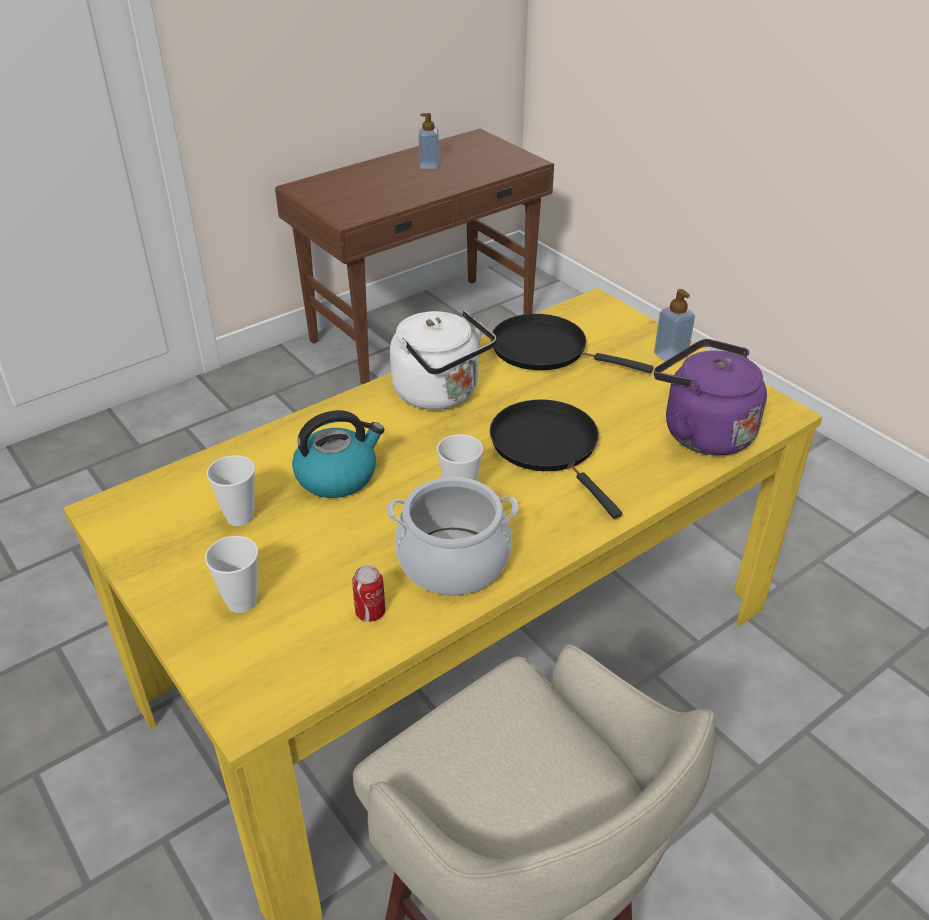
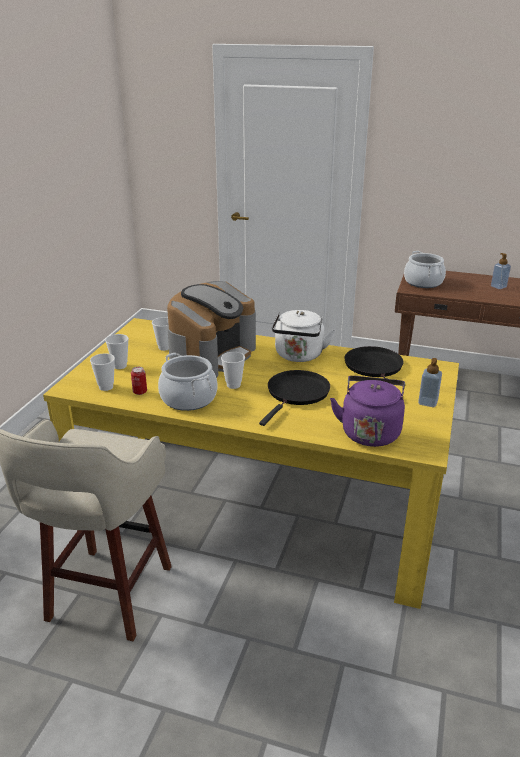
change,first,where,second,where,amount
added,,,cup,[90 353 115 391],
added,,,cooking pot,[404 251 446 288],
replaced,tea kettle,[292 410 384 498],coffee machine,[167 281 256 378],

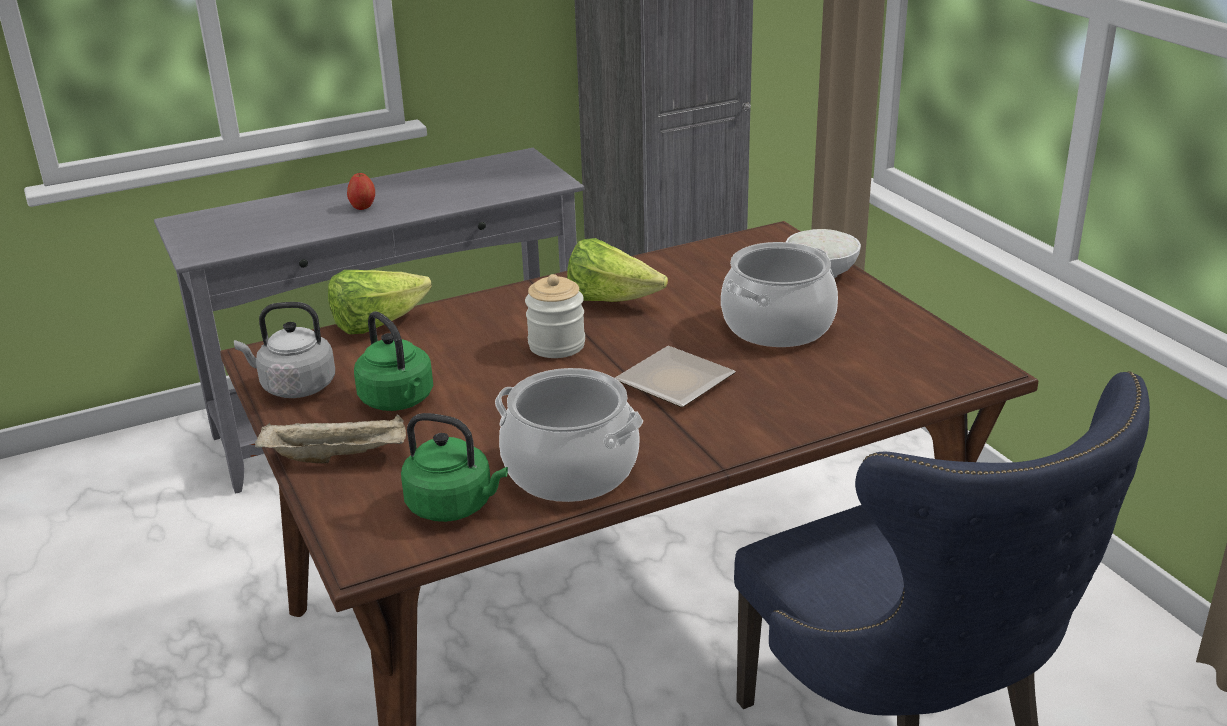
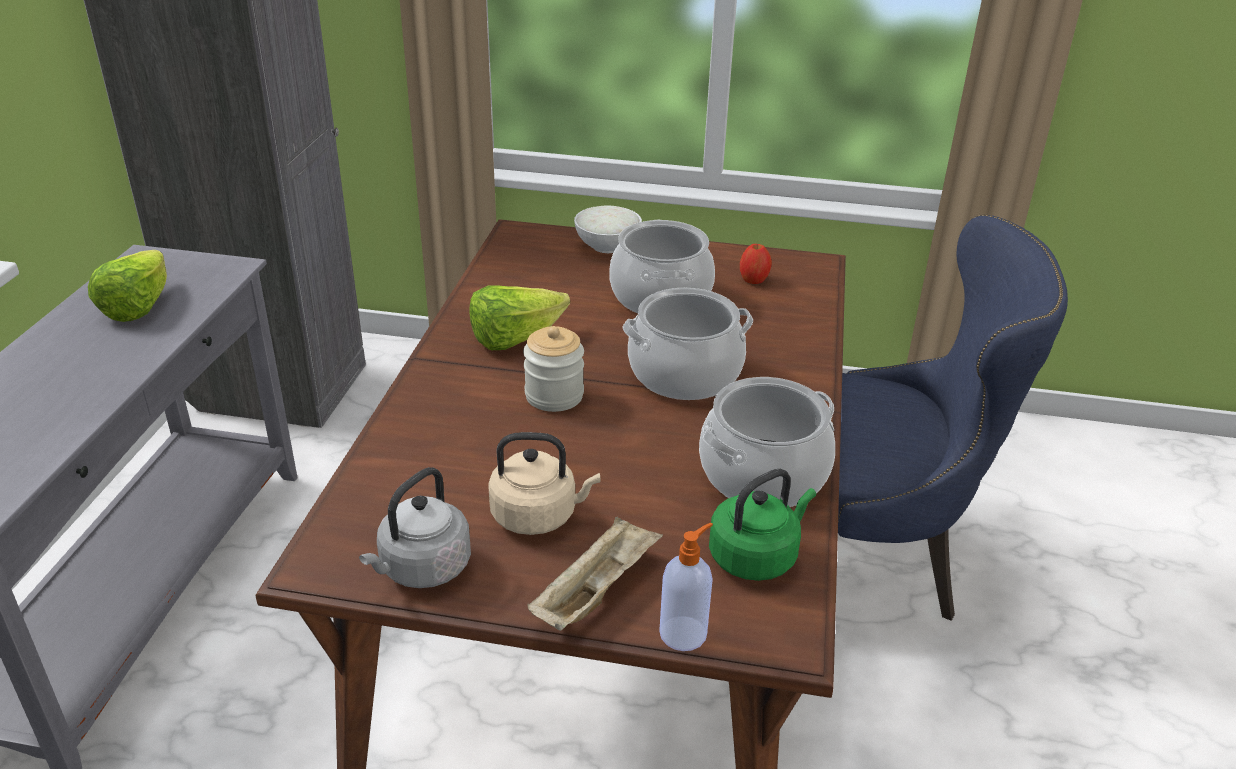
change,first,where,second,where,amount
added,,,soap bottle,[659 523 713 651],
moved,head of lettuce,[328 270 432 334],,[88 250 167 322],
moved,whole apple,[347 173 375 210],,[740 244 772 284],
replaced,dinner plate,[615 346 736 407],cooking pot,[622 288 753 400],
recoloured,greenish tea kettle,[354 311 433 411],sand-coloured tea kettle,[488 432 600 535],

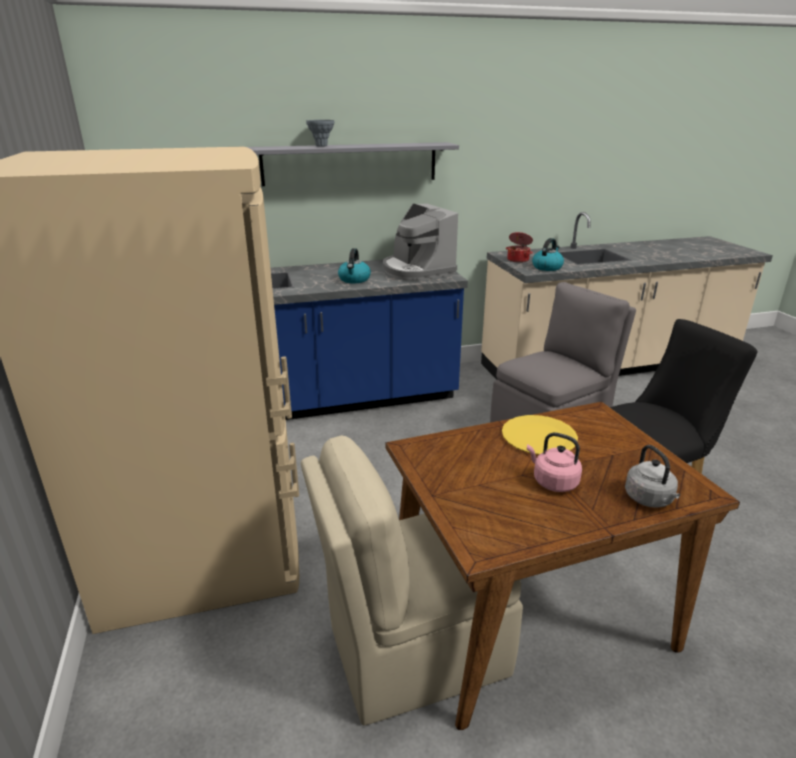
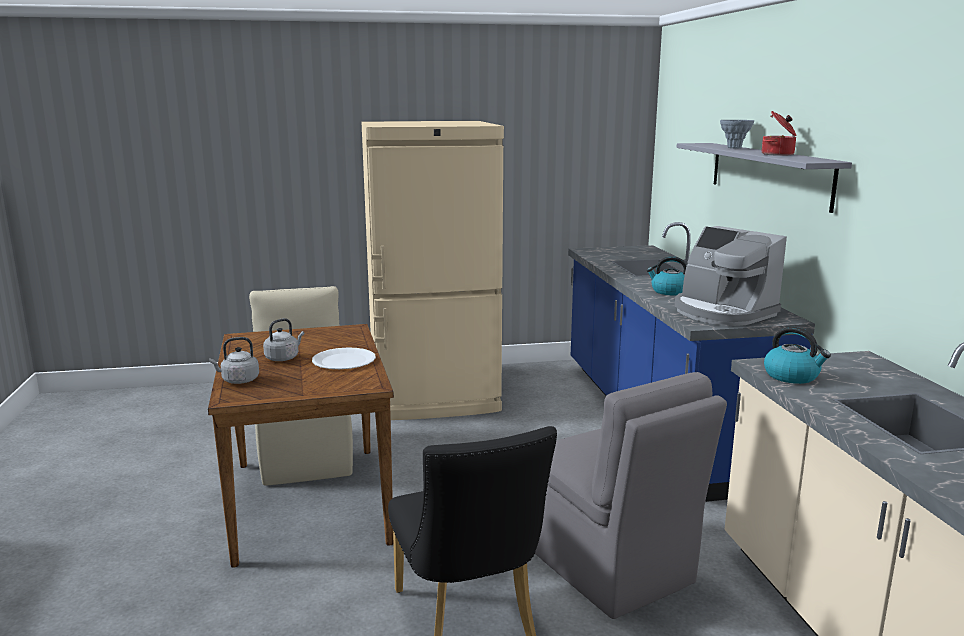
change,first,where,second,where,amount
moved,cooking pot,[506 232 533 263],,[762 111 796 156],
recoloured,yellow dinner plate,[502 415 578 455],white-coloured dinner plate,[312 348 376 369],
recoloured,pink-coloured tea kettle,[527 432 582 492],greyish tea kettle,[263 318 304 361],
turned,coffee machine,[383 203 458 281],,[675 226 787 326],105 degrees counterclockwise

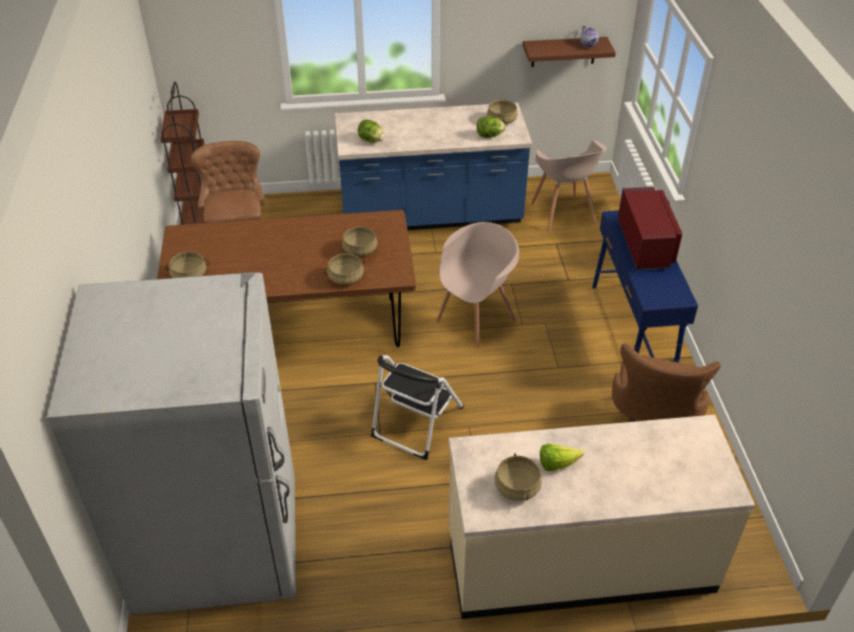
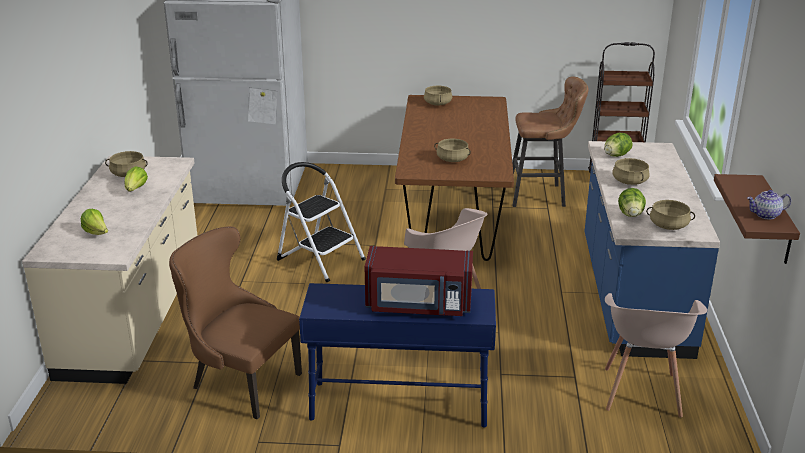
change,first,where,second,where,amount
added,,,head of lettuce,[81 209 108 235],
moved,sand-coloured cooking pot,[324 253 365 285],,[612 158 649 185],
turned,sand-coloured chair,[531 140 607 232],,[605 293 707 418],75 degrees counterclockwise

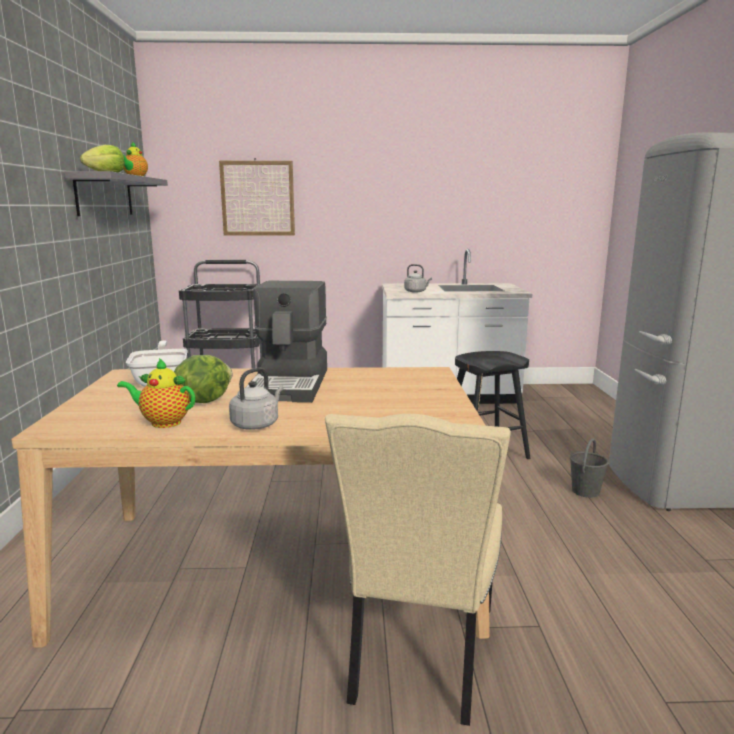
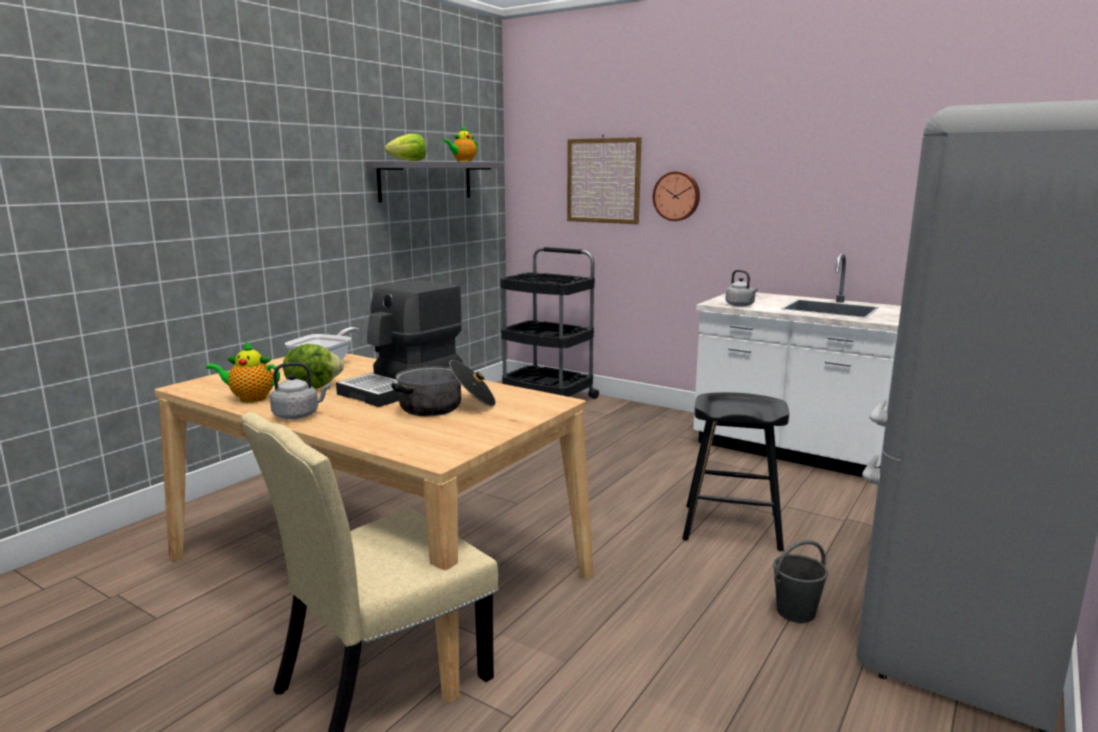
change,first,where,second,where,amount
added,,,cooking pot,[392 360 496 416],
added,,,wall clock,[653 171 700 221],
turned,pot for tea,[117 358 195 428],,[206 342 280 402],45 degrees counterclockwise

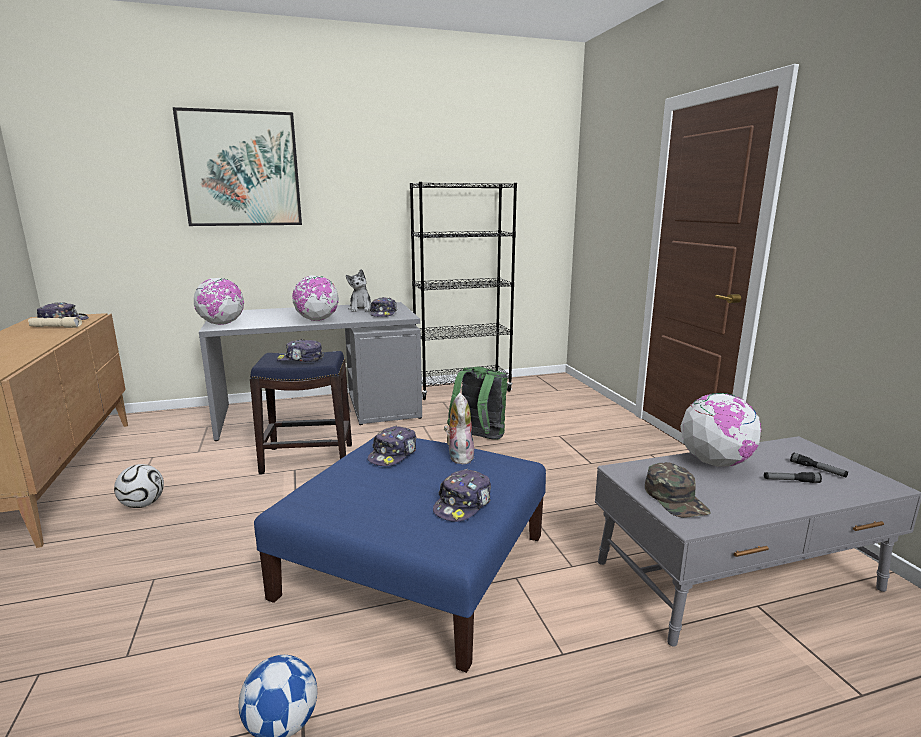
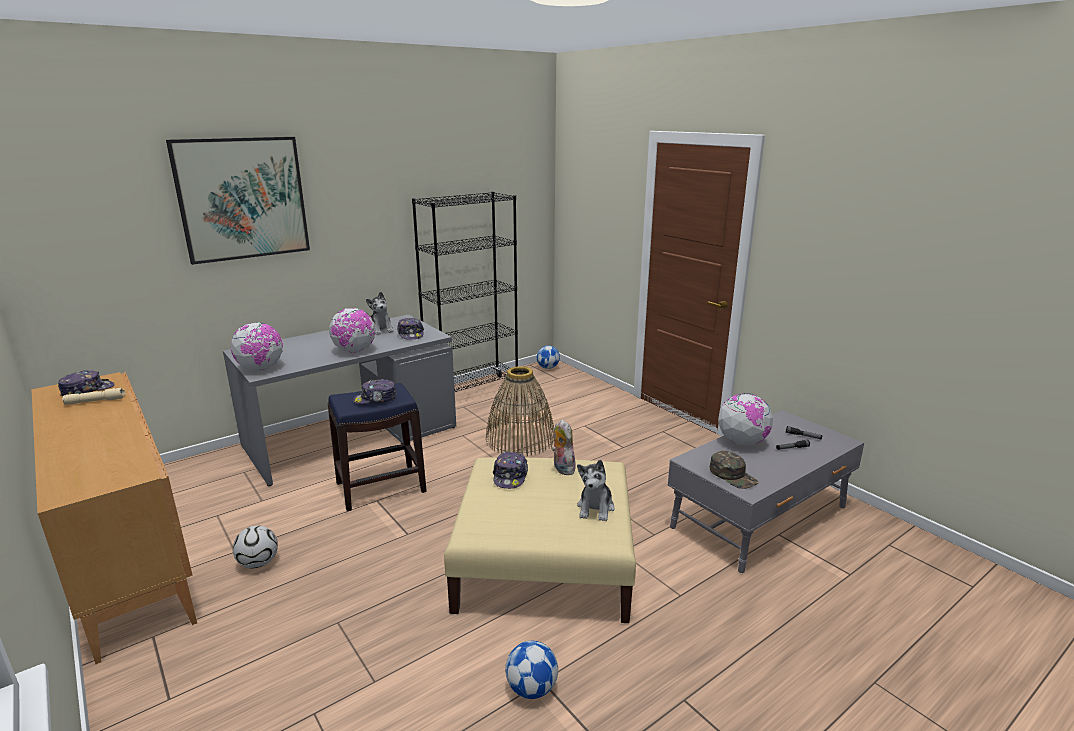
change,first,where,second,where,amount
added,,,football ball,[537 345 560 369],
replaced,cap,[433 469 491 522],cuddly toy,[577 460 615 521],
replaced,greenish rucksack,[447 367 508 439],household basket,[486 366 554 456],
recoloured,blue footrest,[254 438 546 673],sand-coloured footrest,[444 457 636 623],

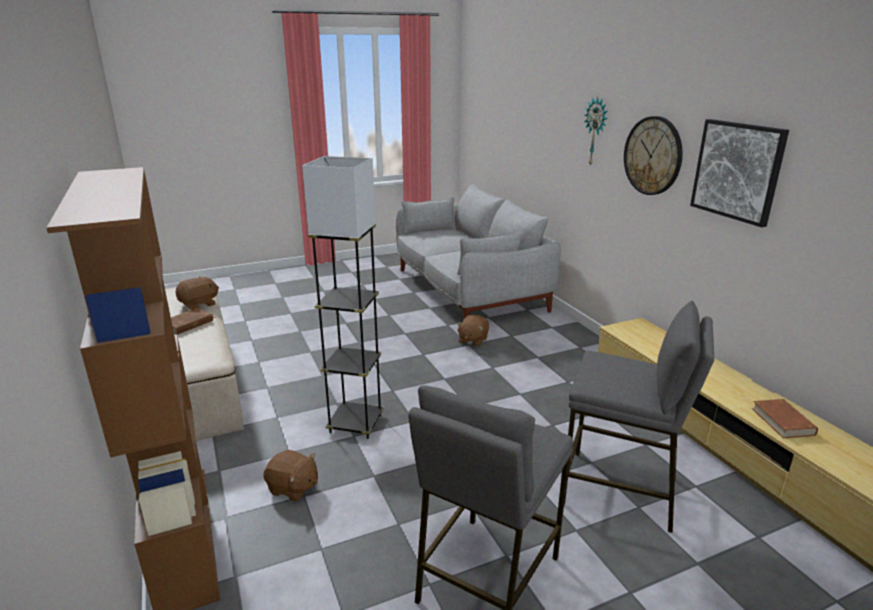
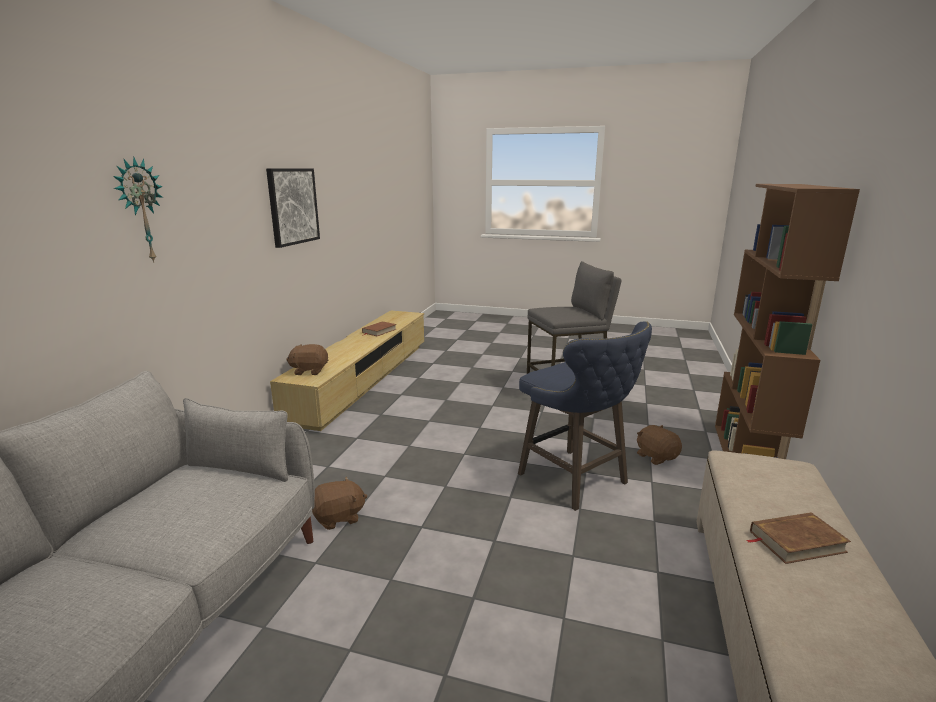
change,first,where,second,where,amount
removed,greyish sitting stool,[564 301 714 533],,,
removed,wall clock,[624 116 683 195],,,
moved,brownish cuddly toy,[175 276 219 310],,[286 344 329 375],
replaced,greyish floor lamp,[302 156 384 439],blue sitting stool,[518 321 652 511],

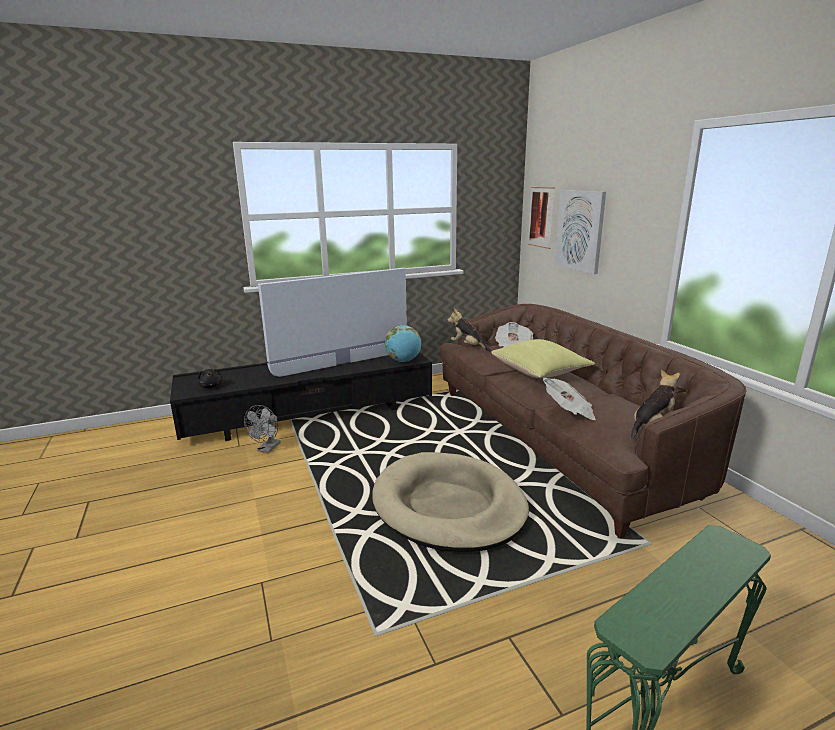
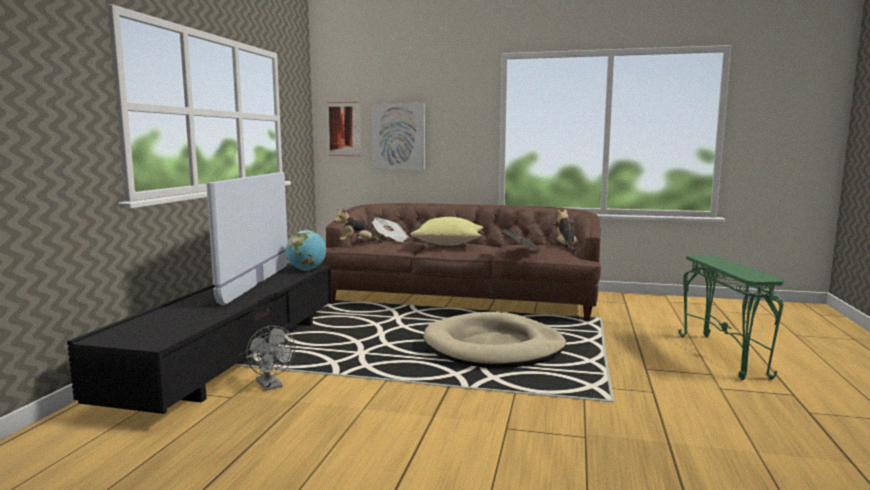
change,first,where,second,where,amount
removed,blackish cuddly toy,[197 369 223 388],,,

